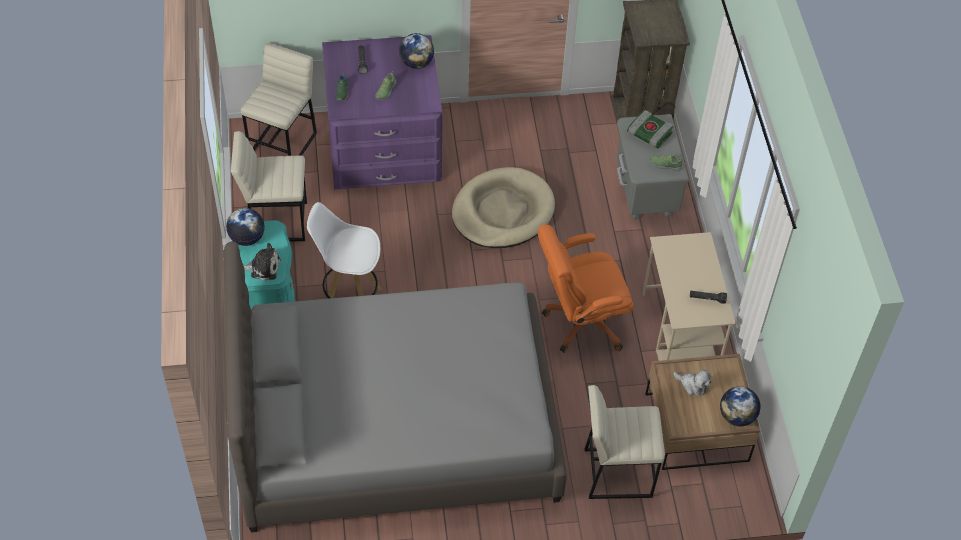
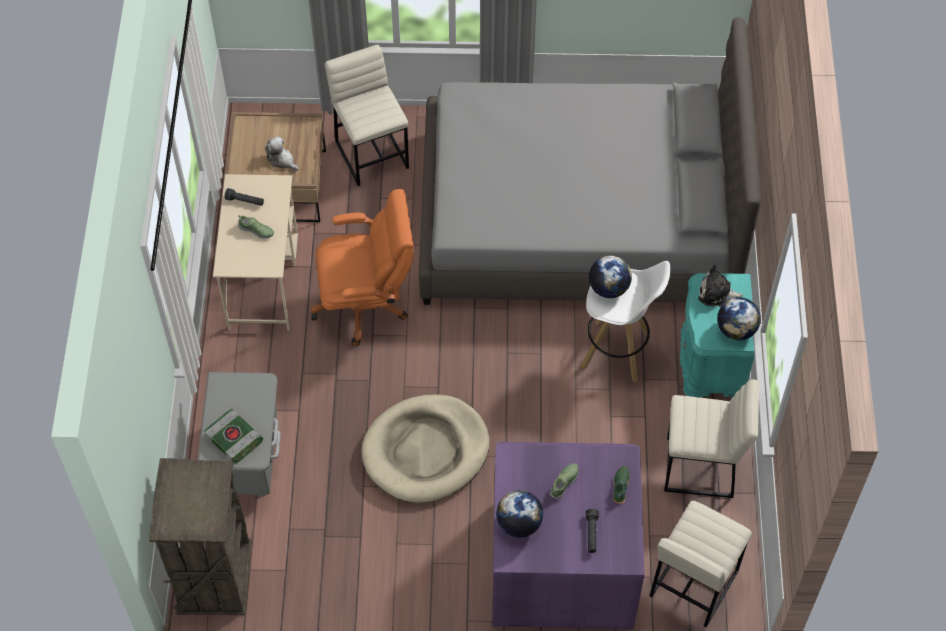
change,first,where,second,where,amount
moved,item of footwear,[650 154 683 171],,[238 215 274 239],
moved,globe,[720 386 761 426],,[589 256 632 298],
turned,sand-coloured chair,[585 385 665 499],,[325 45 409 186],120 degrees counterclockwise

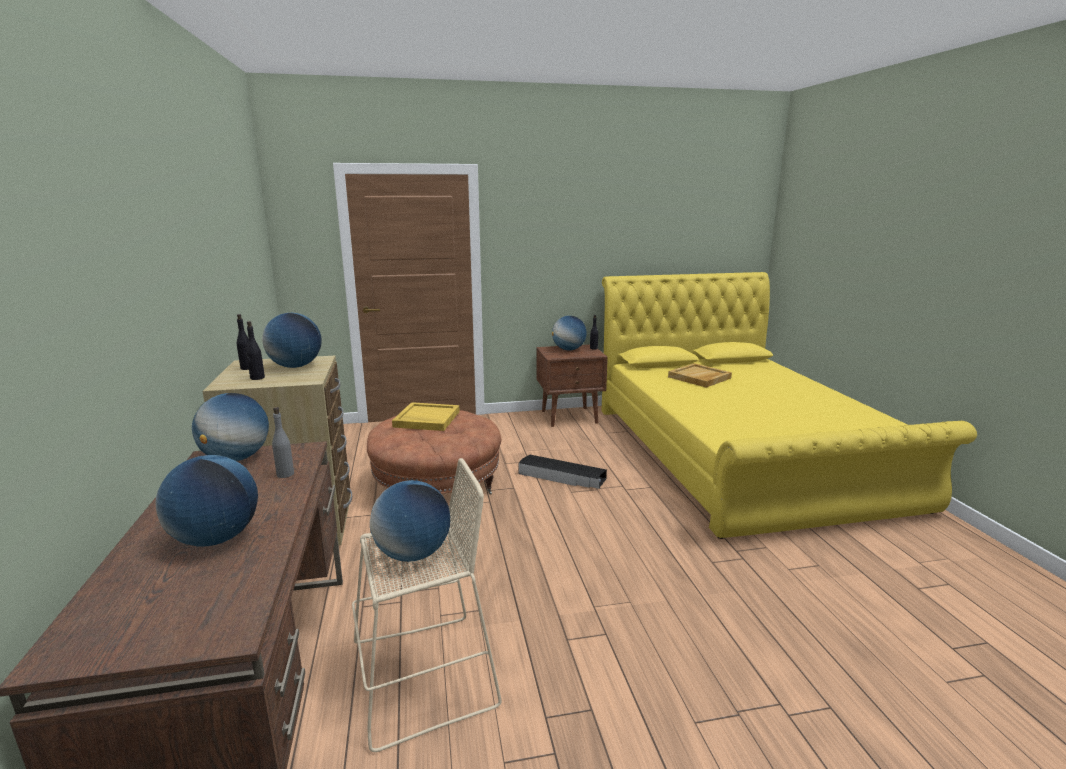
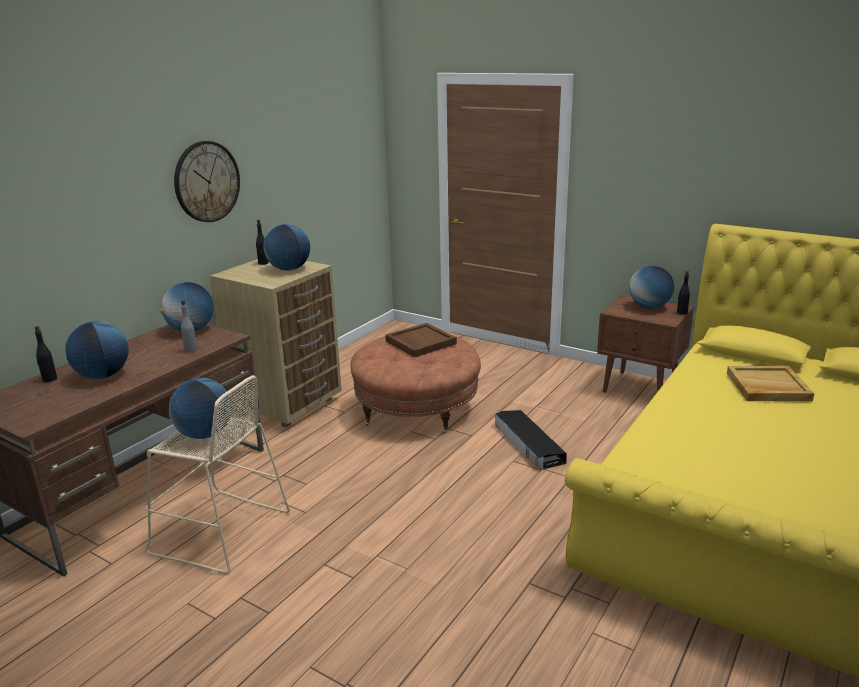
change,first,where,second,where,amount
added,,,wall clock,[174 141 240 222],
moved,blackish drink bottle,[246 321 265 380],,[34 326 57 382],
recoloured,yellow tray,[392 402 460 431],brownish tray,[385 323 457 357],

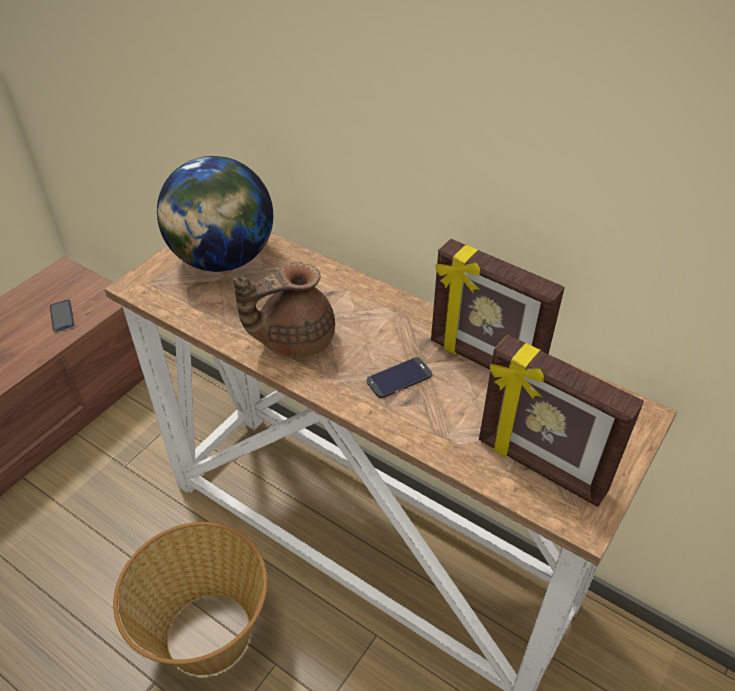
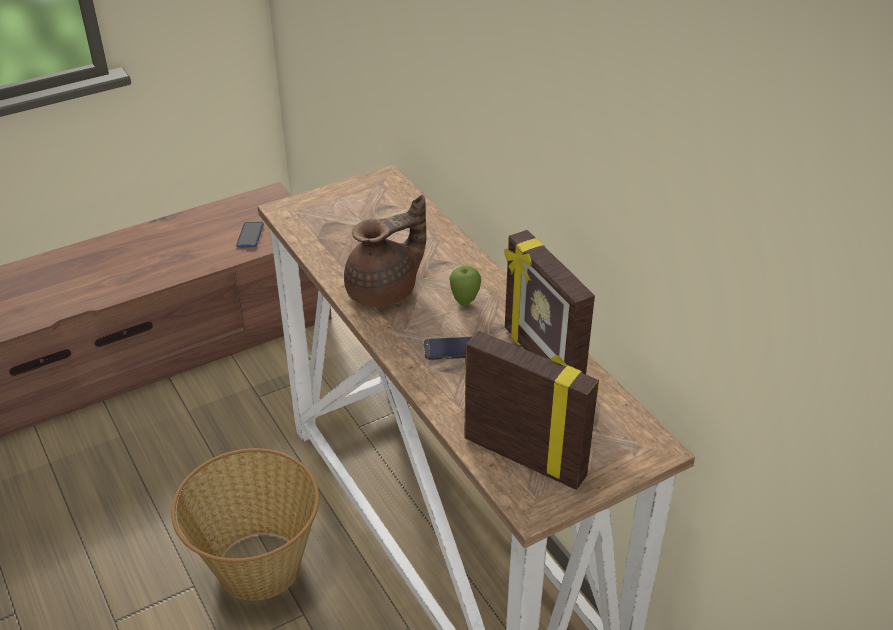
change,first,where,second,where,amount
removed,globe,[157 156 273 272],,,
added,,,whole apple,[449 265 481 305],
turned,brownish pot for tea,[233 262 335 358],,[344 195 427 307],150 degrees clockwise
turned,picture frame,[479 335 644 507],,[464 331 599 490],150 degrees clockwise

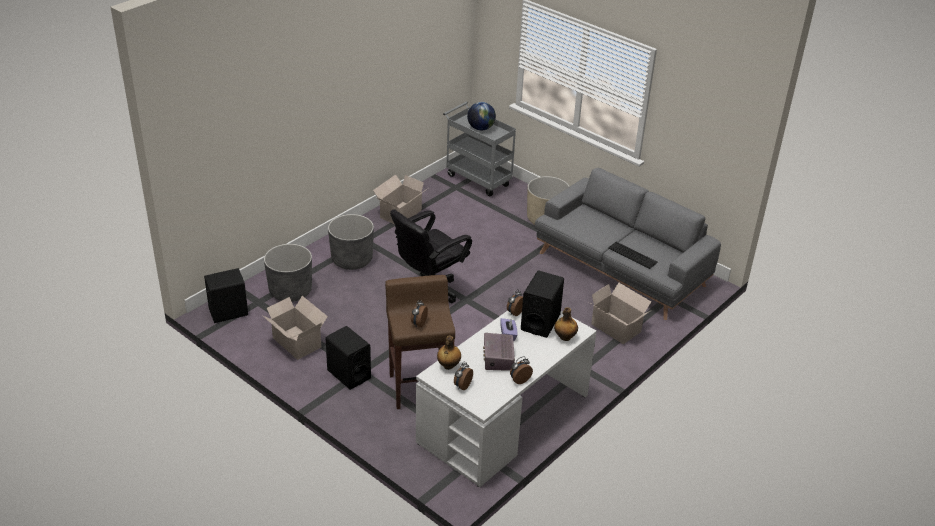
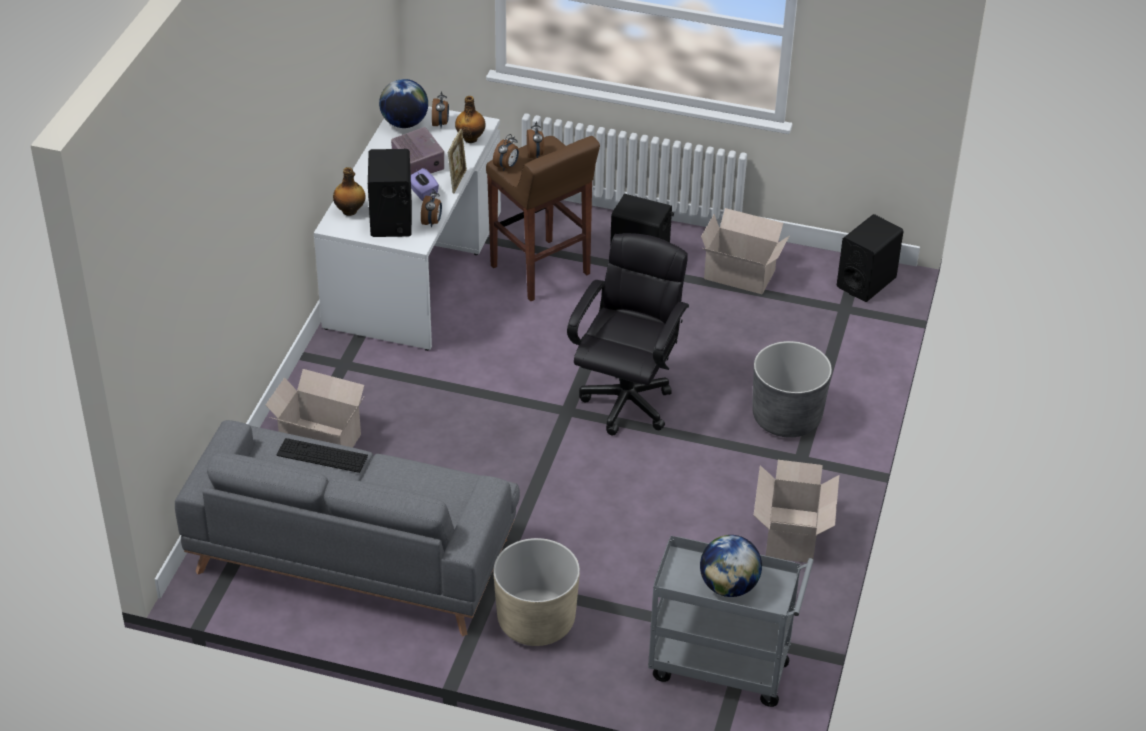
change,first,where,second,where,amount
removed,greyish planter,[264 244 312 302],,,
added,,,globe,[379 79 428 128],
added,,,picture frame,[448 129 467 194],
moved,bedside clock,[510 356 533 384],,[493 134 519 171],

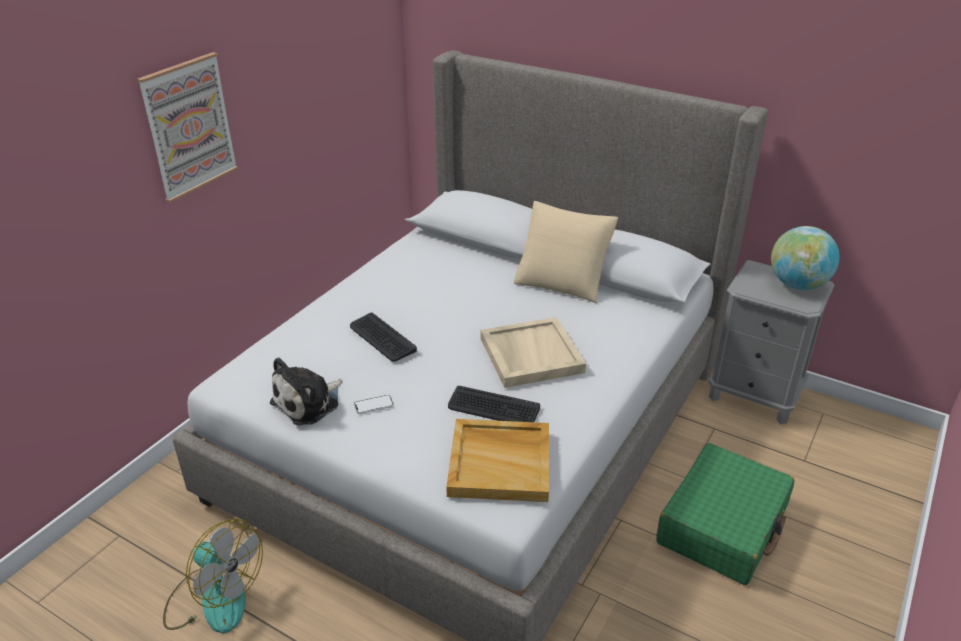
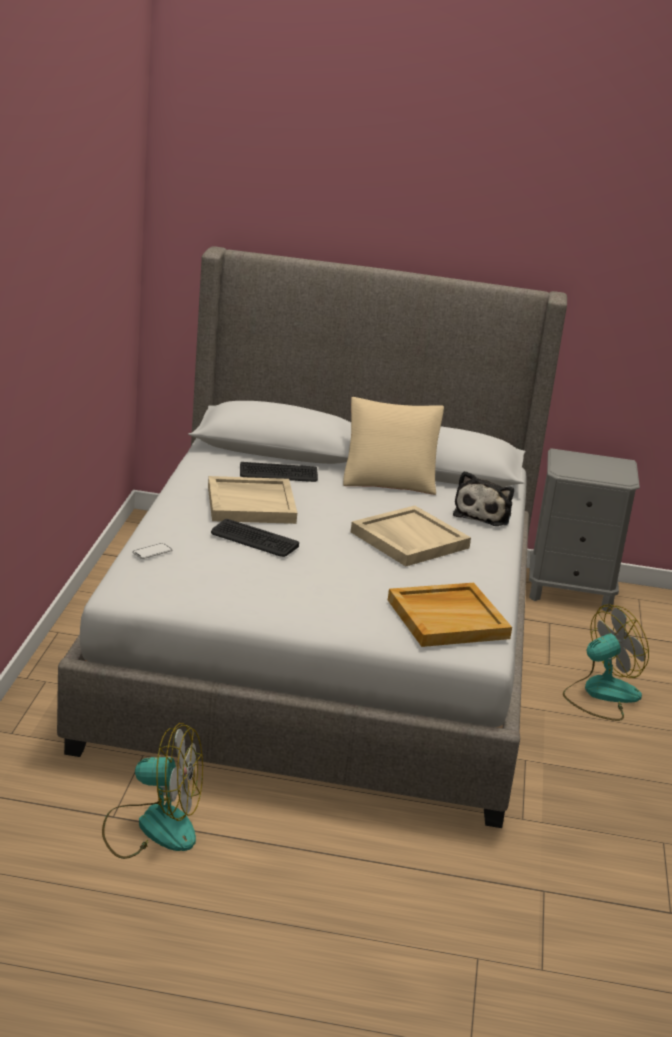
change,first,where,second,where,amount
removed,picture,[137 52 238 203],,,
removed,globe,[771 226 839 290],,,
added,,,sand-coloured tray,[208 476 297 524],
moved,cuddly toy,[270 357 343 426],,[453 471 514 526],
moved,telephone,[354 395 394 414],,[132 543 173 559],
moved,keyboard,[448 386 540 422],,[240 462 318 482],
replaced,greenish suitcase,[656 443 795 585],electric fan,[563 604 649 721],

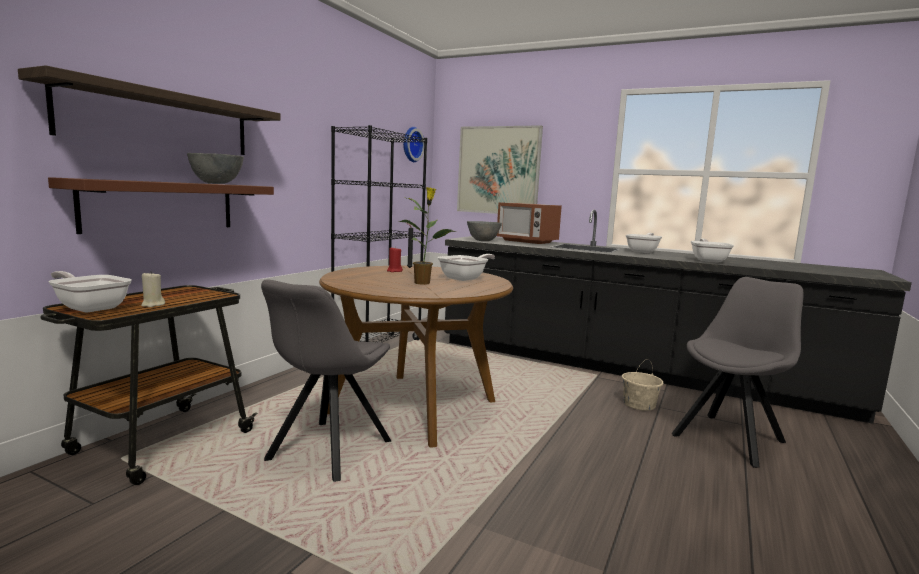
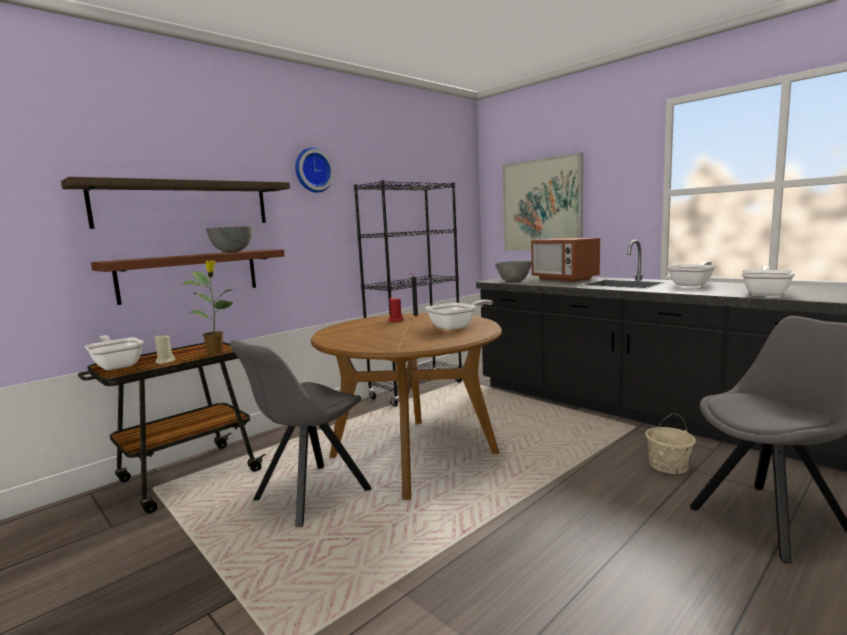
change,first,where,second,where,amount
moved,houseplant,[398 187 457 285],,[182 260 233 355],
moved,wall clock,[403 127 424 162],,[295 148 334 193],

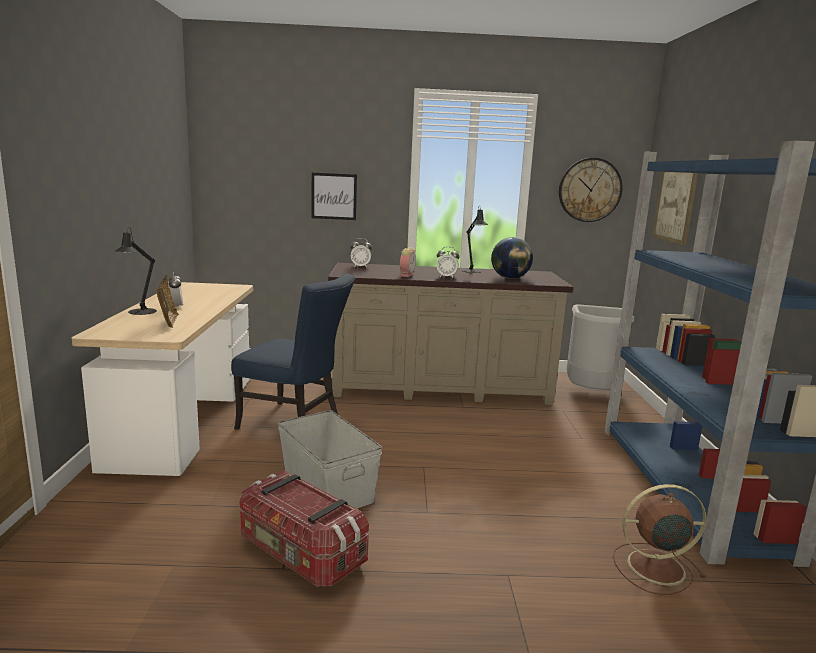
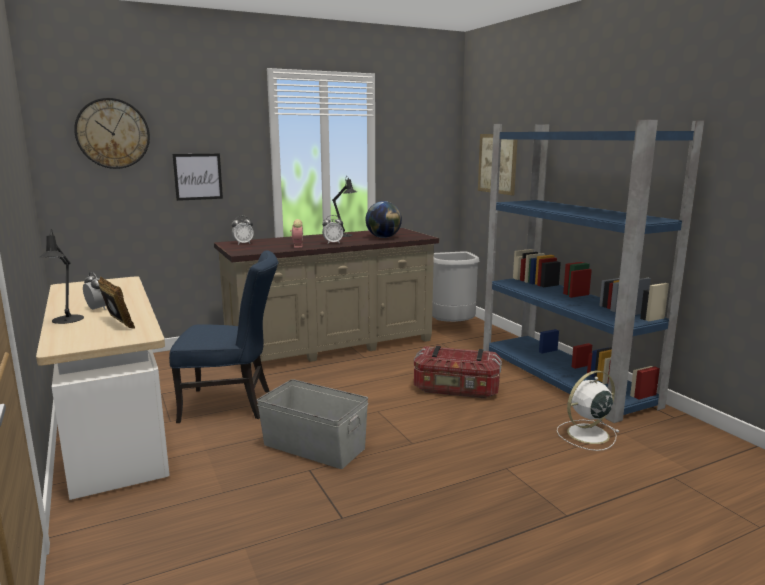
change,first,where,second,where,amount
moved,storage box,[239 470 369 587],,[414 345 502 399],
moved,wall clock,[559 158 623 222],,[74 98 150 169],
recoloured,brownish electric fan,[613 484 706 595],white-coloured electric fan,[556 371 620 451],

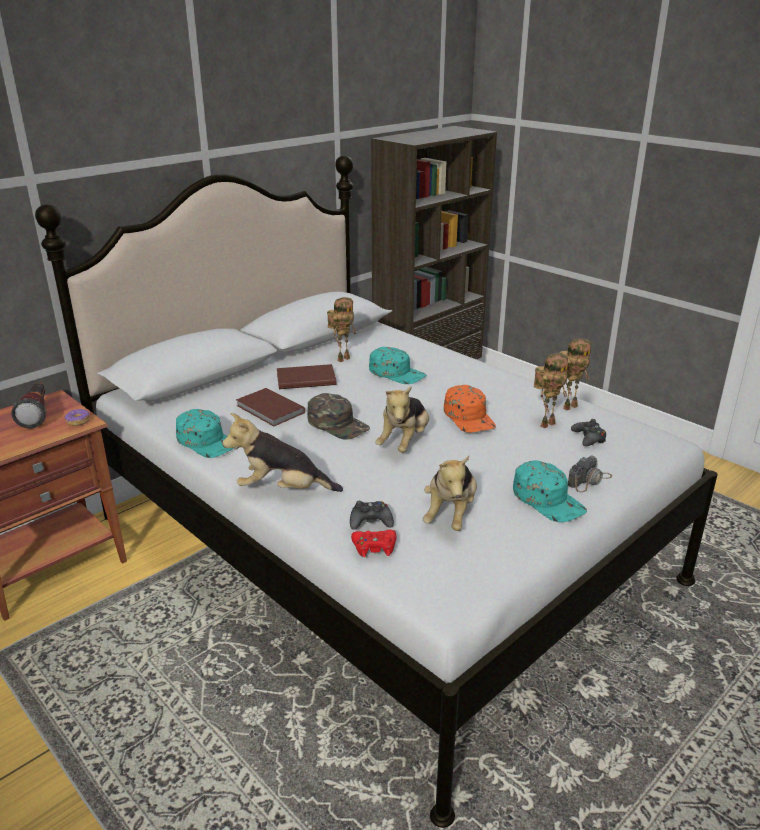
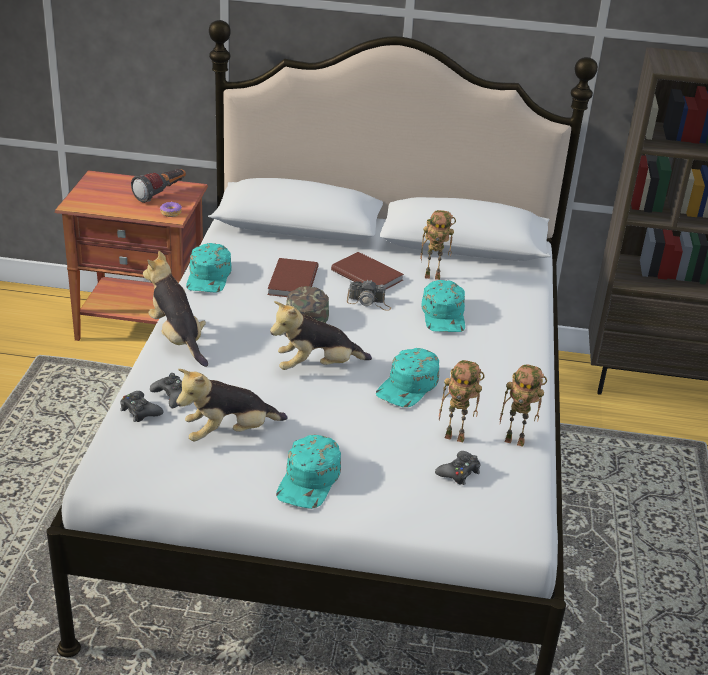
change,first,where,second,where,amount
moved,still camera,[568 456 612 492],,[347 279 391 311],
recoloured,red-coloured joypad,[351 530 396 557],blackish joypad,[120 391 164 422],
recoloured,orange cap,[444 385 496 433],turquoise-coloured cap,[376 348 439 407],

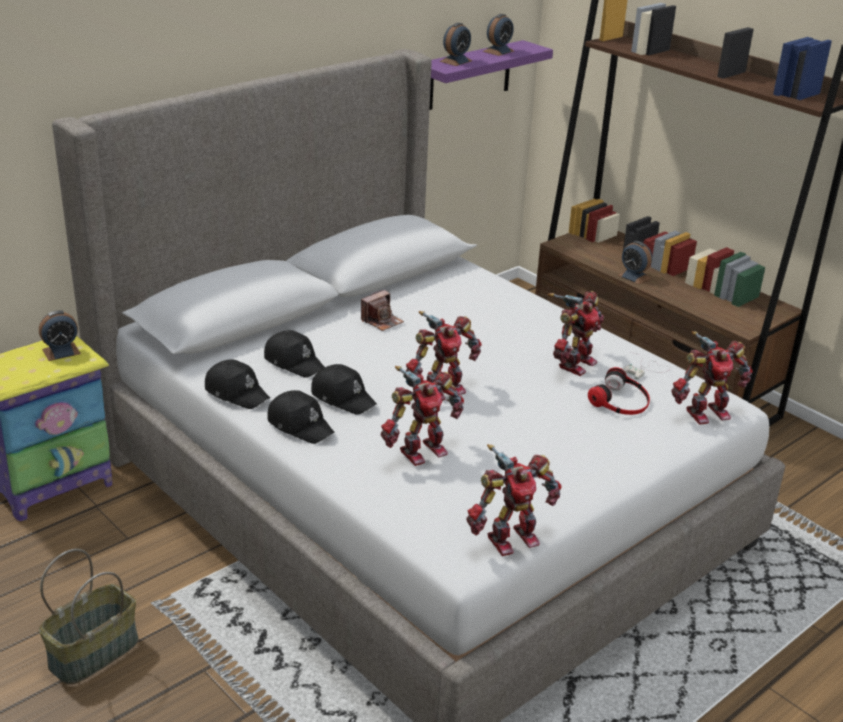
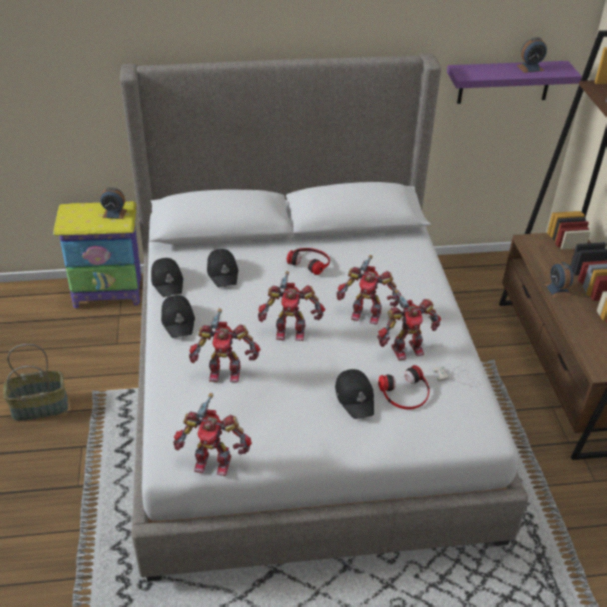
change,first,where,second,where,amount
removed,bedside clock,[440 23 472 66],,,
moved,blackish cap,[311 364 377 415],,[335 369 374 419],
moved,robot figure,[671 331 753 425],,[337 255 402 325],
replaced,still camera,[361 290 404 331],headphones,[287 248 330 275],

